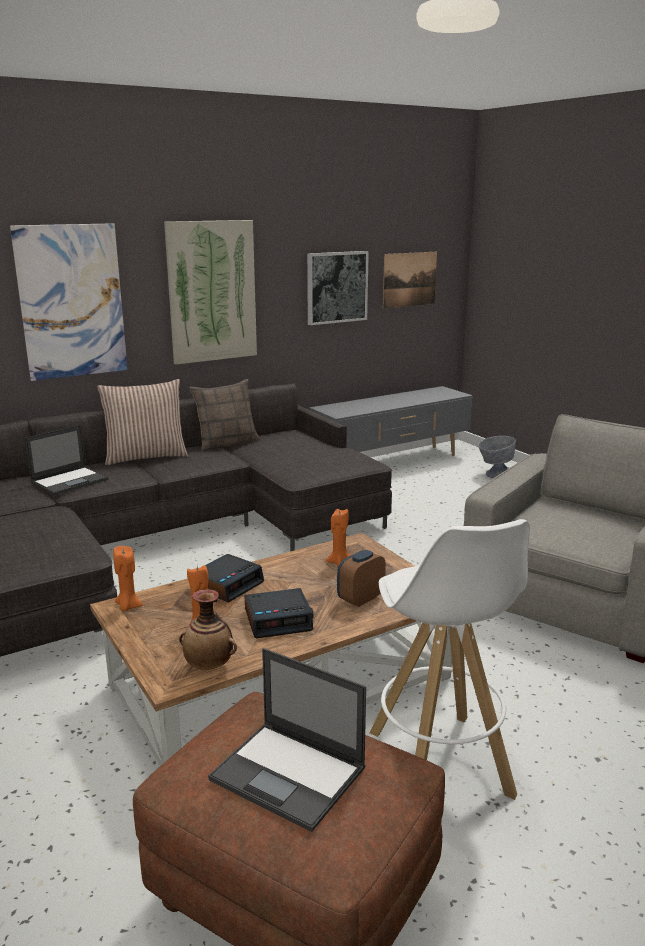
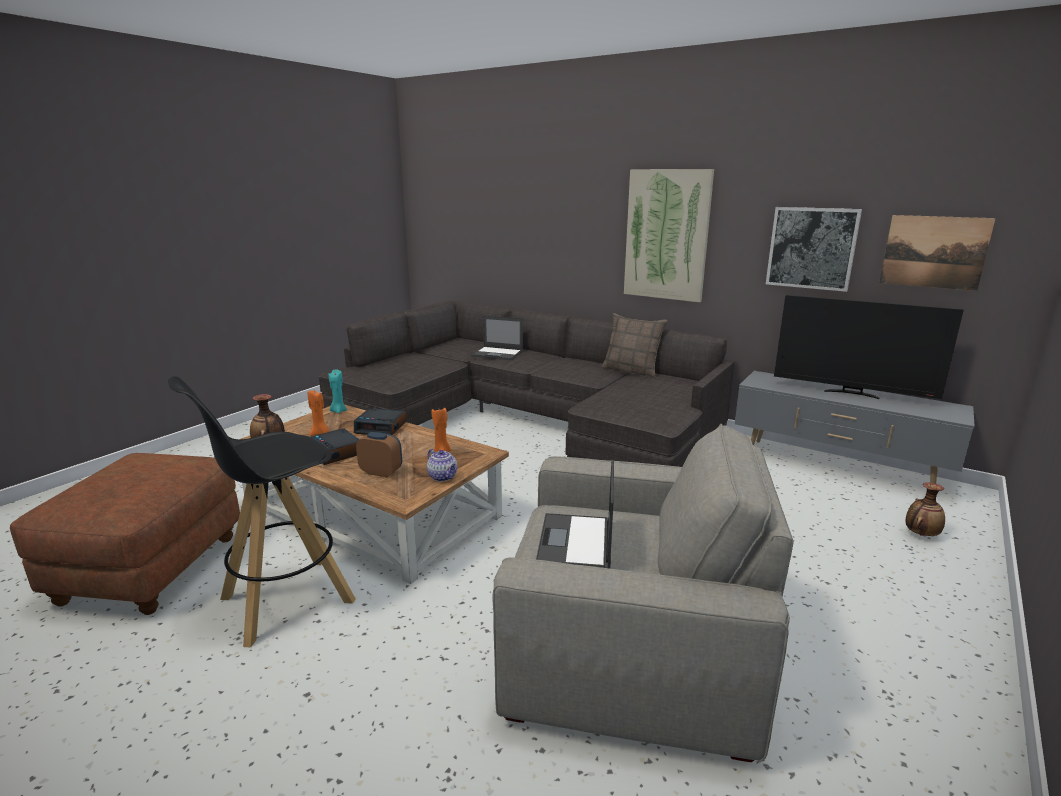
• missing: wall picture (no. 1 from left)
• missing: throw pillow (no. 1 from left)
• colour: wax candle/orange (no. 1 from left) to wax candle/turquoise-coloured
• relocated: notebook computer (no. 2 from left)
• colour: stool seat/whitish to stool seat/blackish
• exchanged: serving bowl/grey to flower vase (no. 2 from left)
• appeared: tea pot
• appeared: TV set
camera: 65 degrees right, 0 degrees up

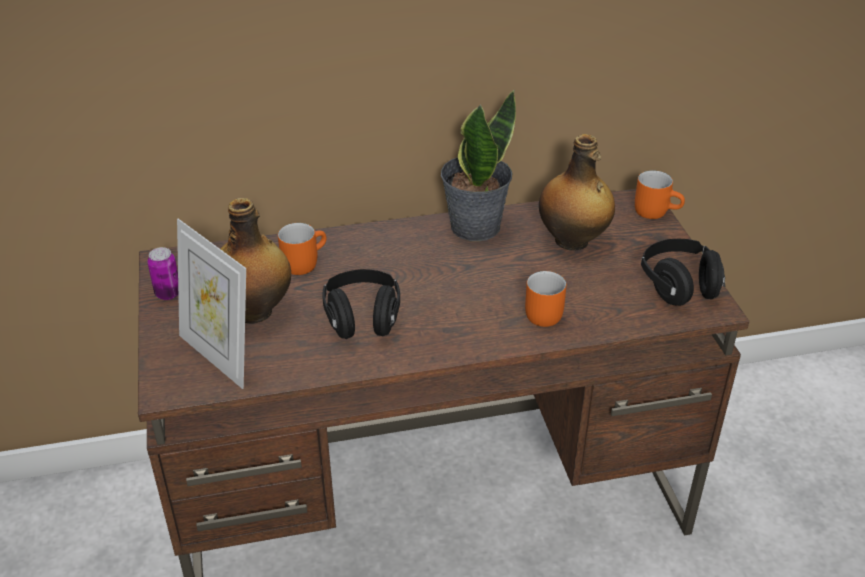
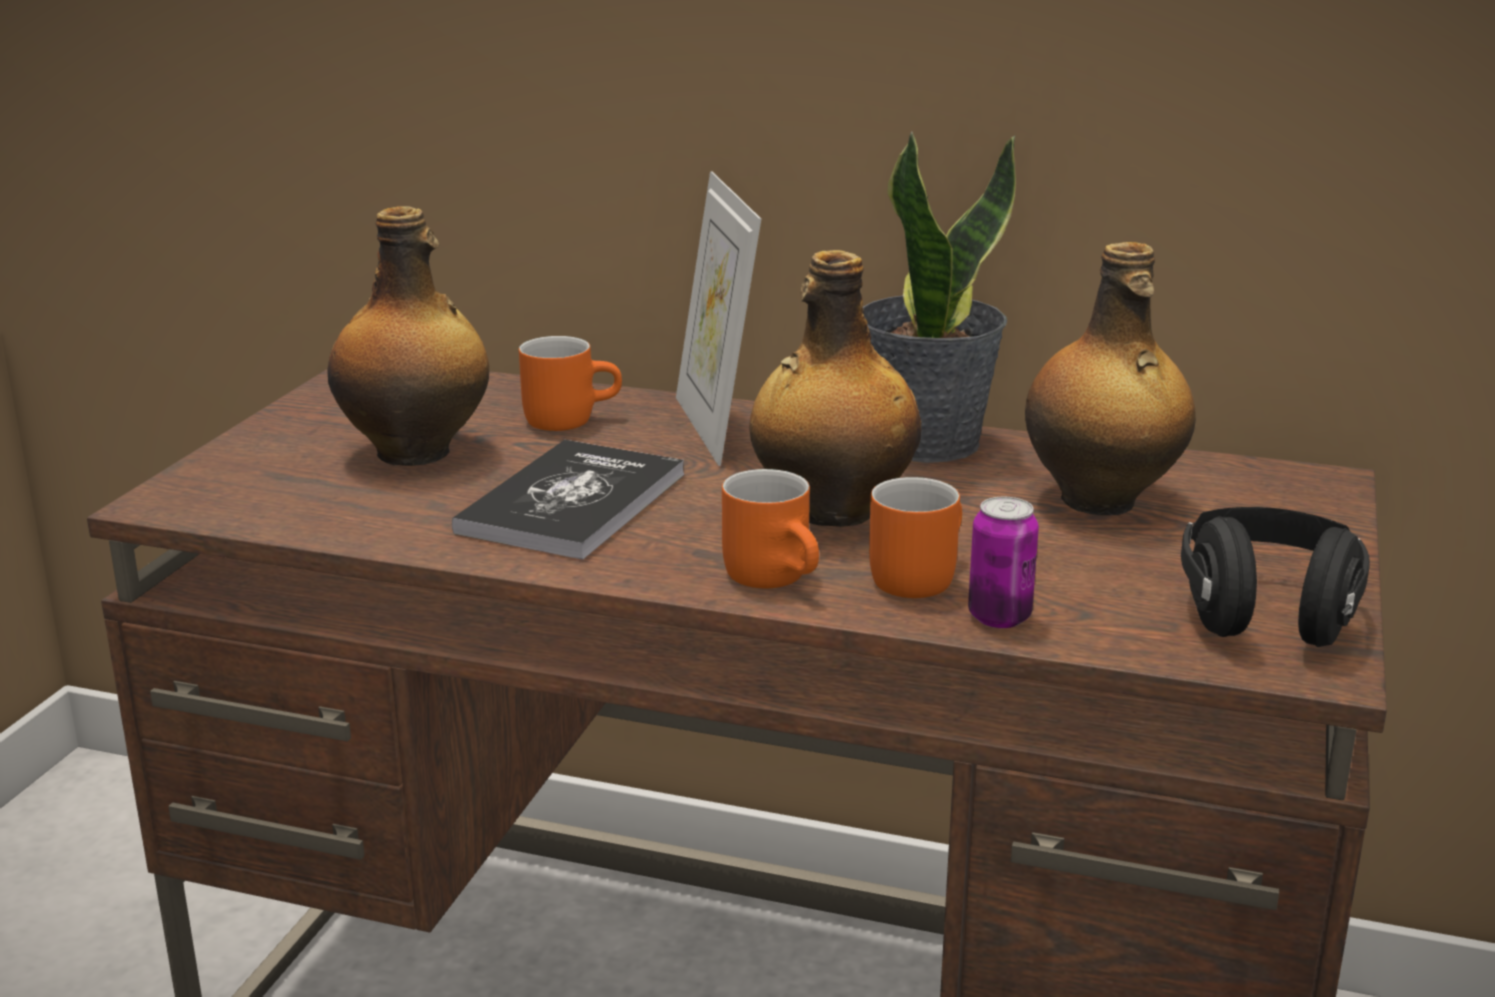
• relocated: sealed can
• relocated: picture frame
• exchanged: headphones/blackish (no. 1 from left) to bound book
• relocated: mug/orange (no. 3 from left in the first image) to mug/orange (no. 2 from left)
• appeared: drink bottle (no. 2 from left)
camera: 30 degrees right, 15 degrees down

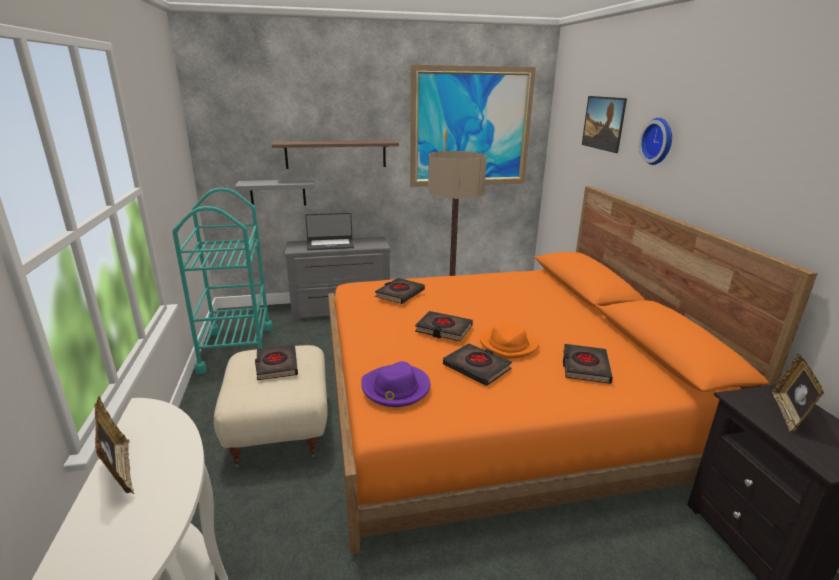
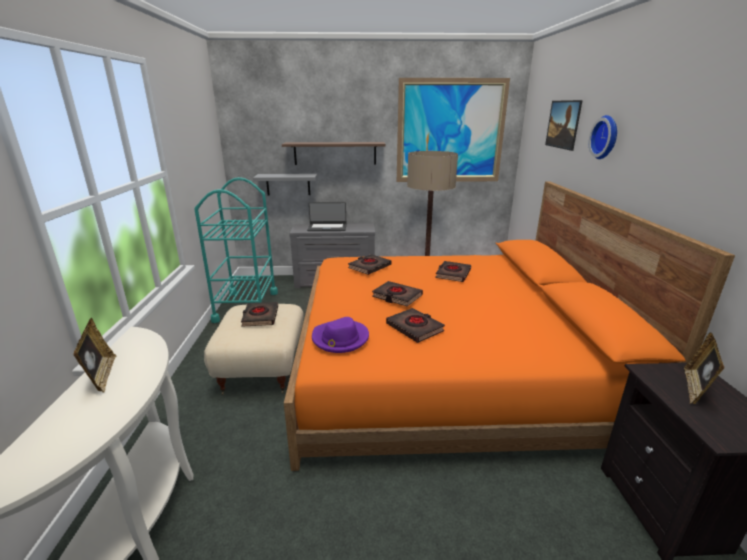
• missing: clothing hat/orange
• relocated: bound book/blackish (no. 5 from left)
camera: 10 degrees right, 0 degrees up

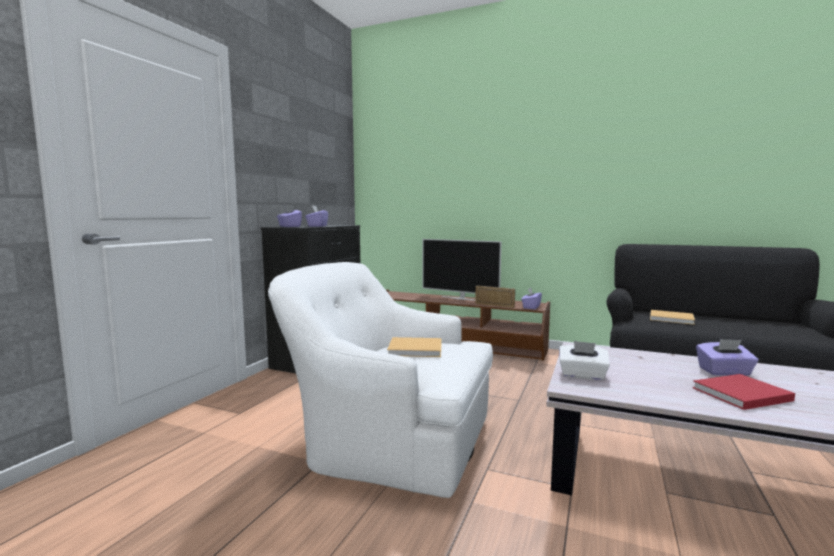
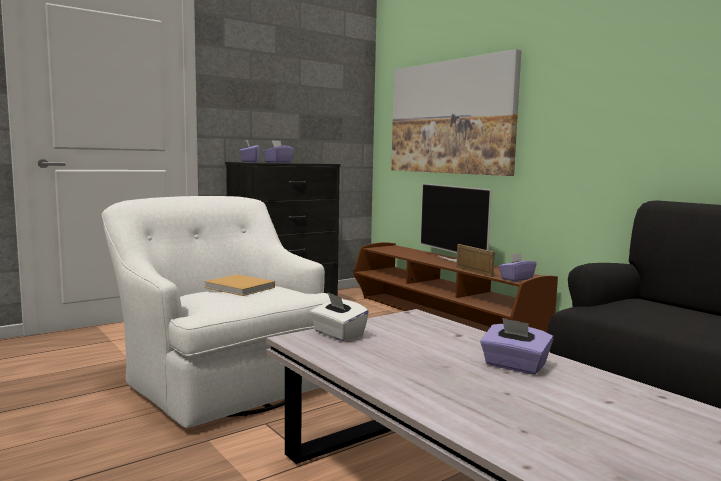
• missing: bound book/beige-coloured (no. 2 from left)
• missing: bound book/red-coloured
• appeared: wall picture
camera: 30 degrees right, 0 degrees up

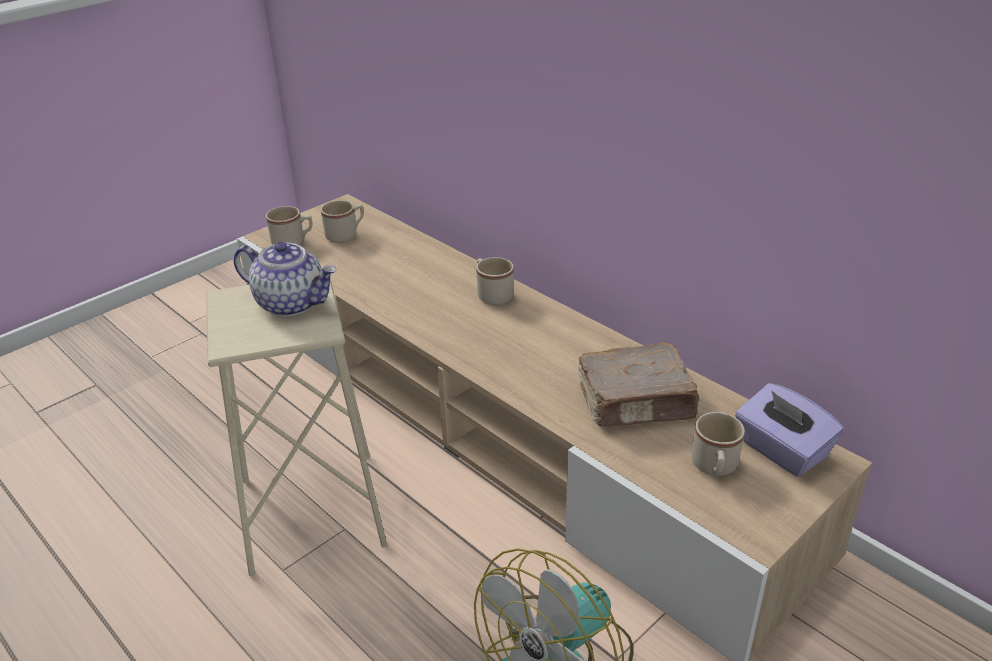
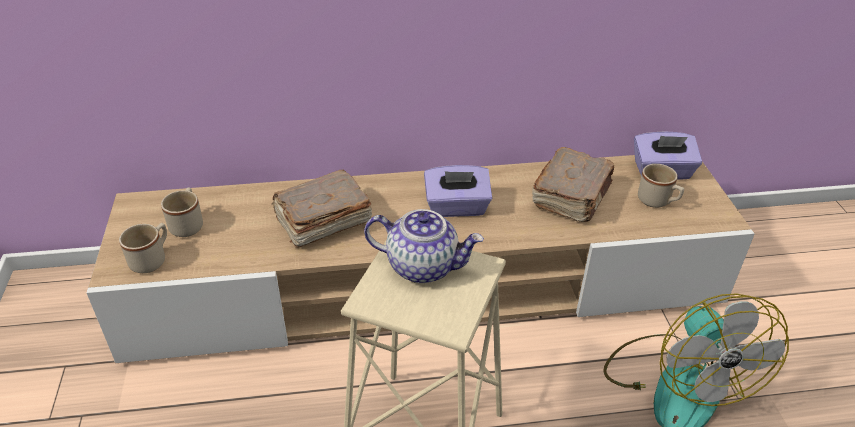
• spun: tea pot 45 degrees clockwise
• missing: mug/beige-coloured (no. 3 from left)
• appeared: bound book/brown (no. 1 from left)
• appeared: tissue box/purple (no. 1 from left)
camera: 55 degrees left, 5 degrees up

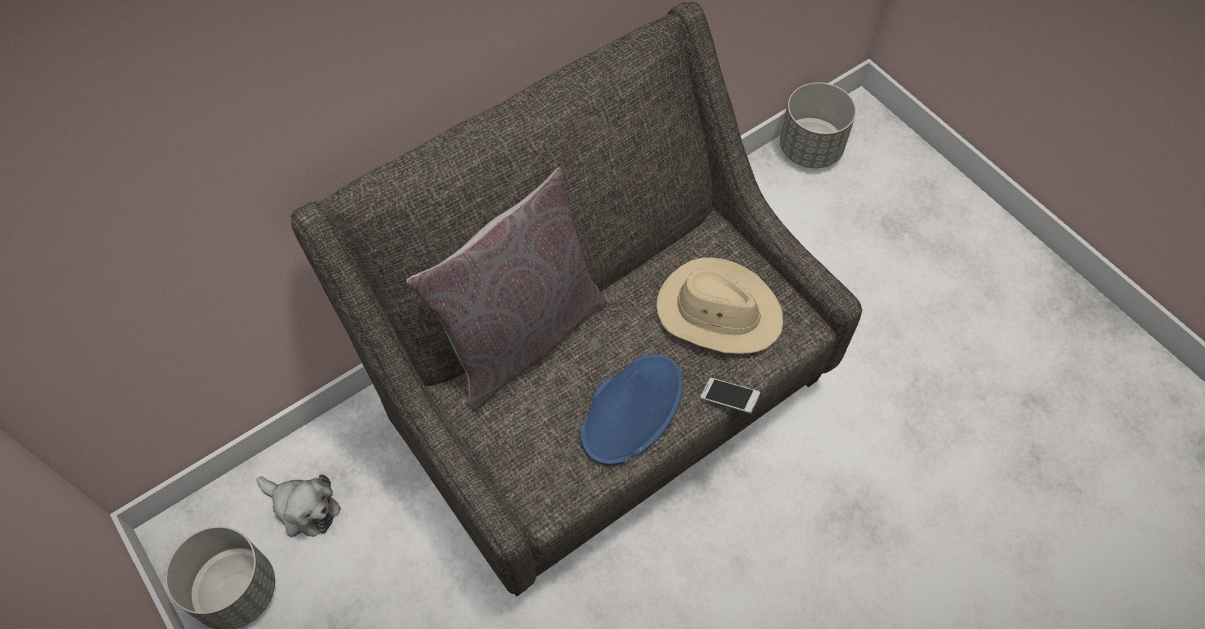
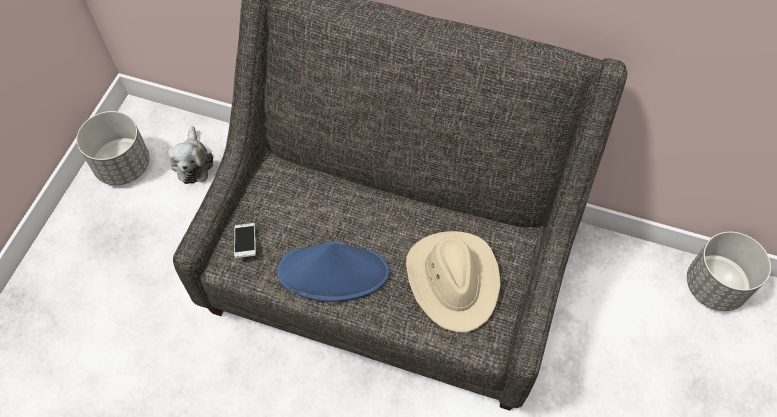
• missing: throw pillow/grey
• relocated: telephone
camera: 55 degrees right, 0 degrees up

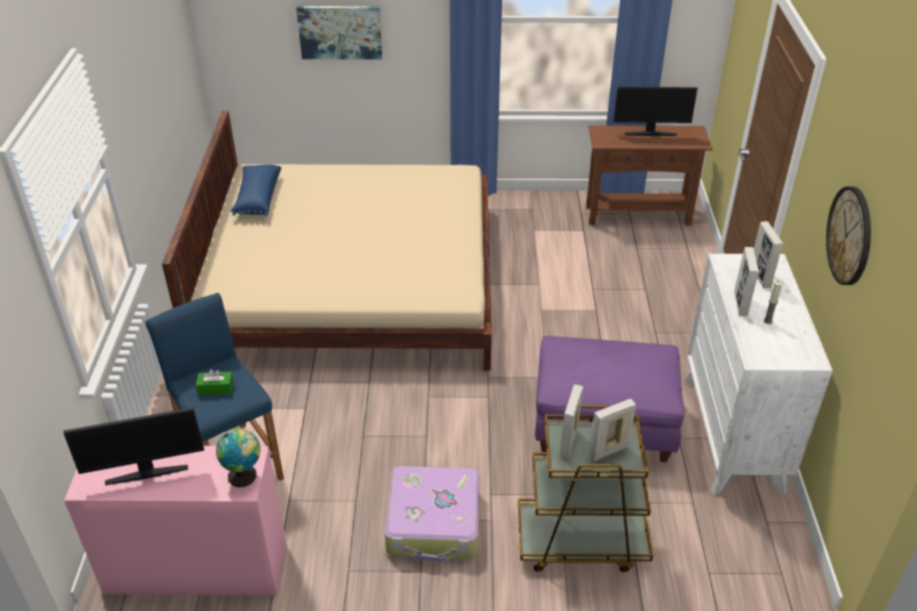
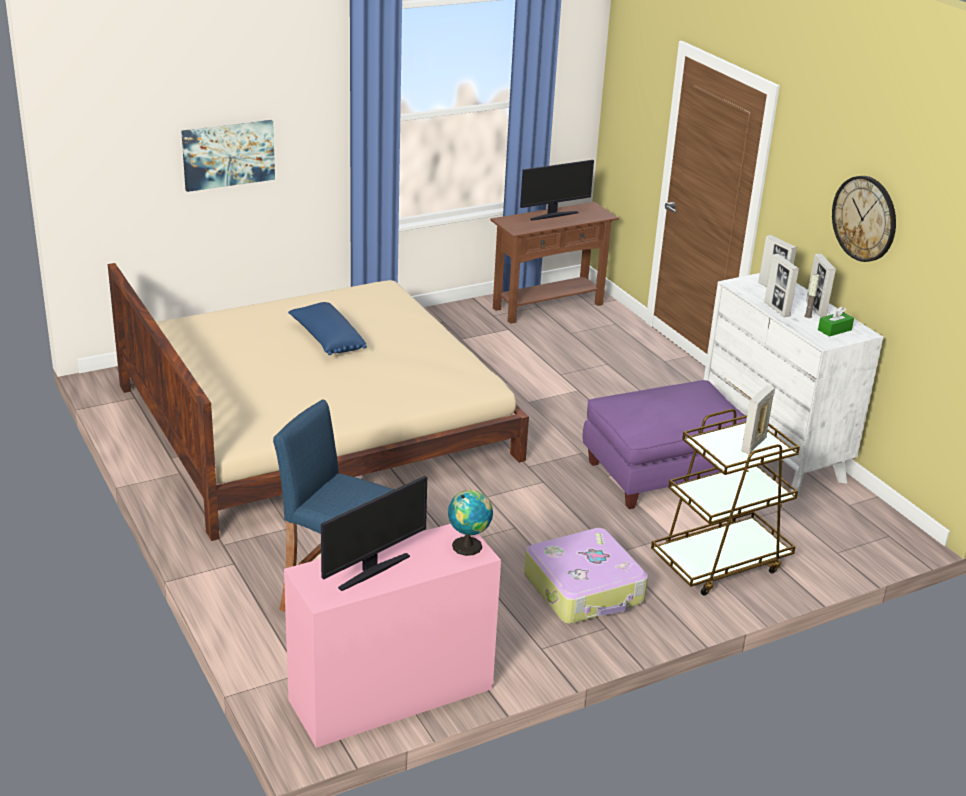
• relocated: tissue box/green-coloured
• relocated: throw pillow/blue
• relocated: picture frame (no. 1 from left in the first image) to picture frame (no. 4 from left)
camera: 30 degrees left, 10 degrees down

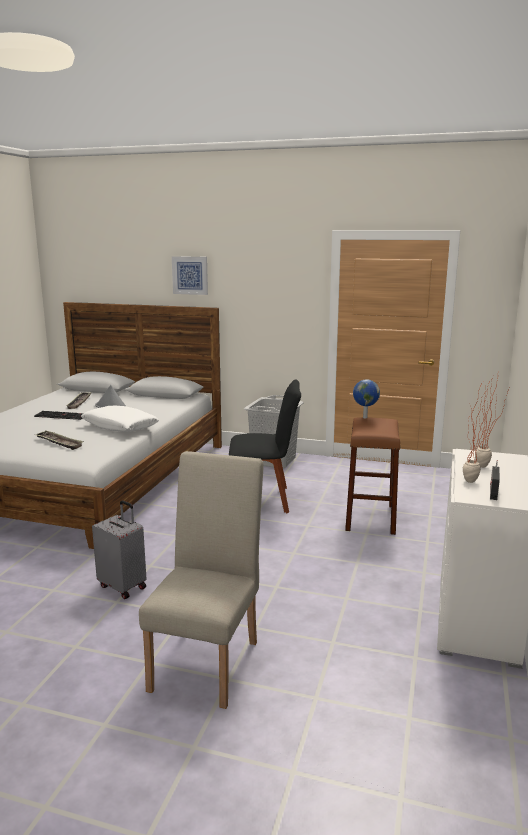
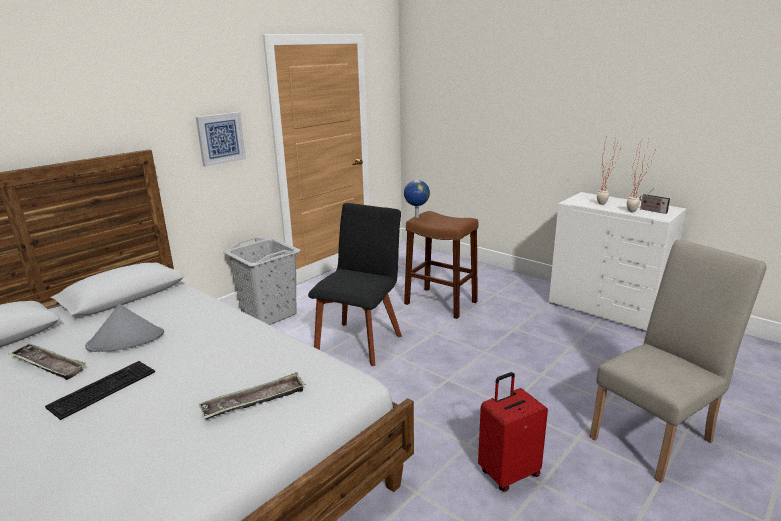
• missing: throw pillow/whitish
• colour: piece of luggage/grey to piece of luggage/red-coloured
• spun: chair/beige-coloured 105 degrees clockwise
• relocated: wall picture
camera: 65 degrees left, 5 degrees up

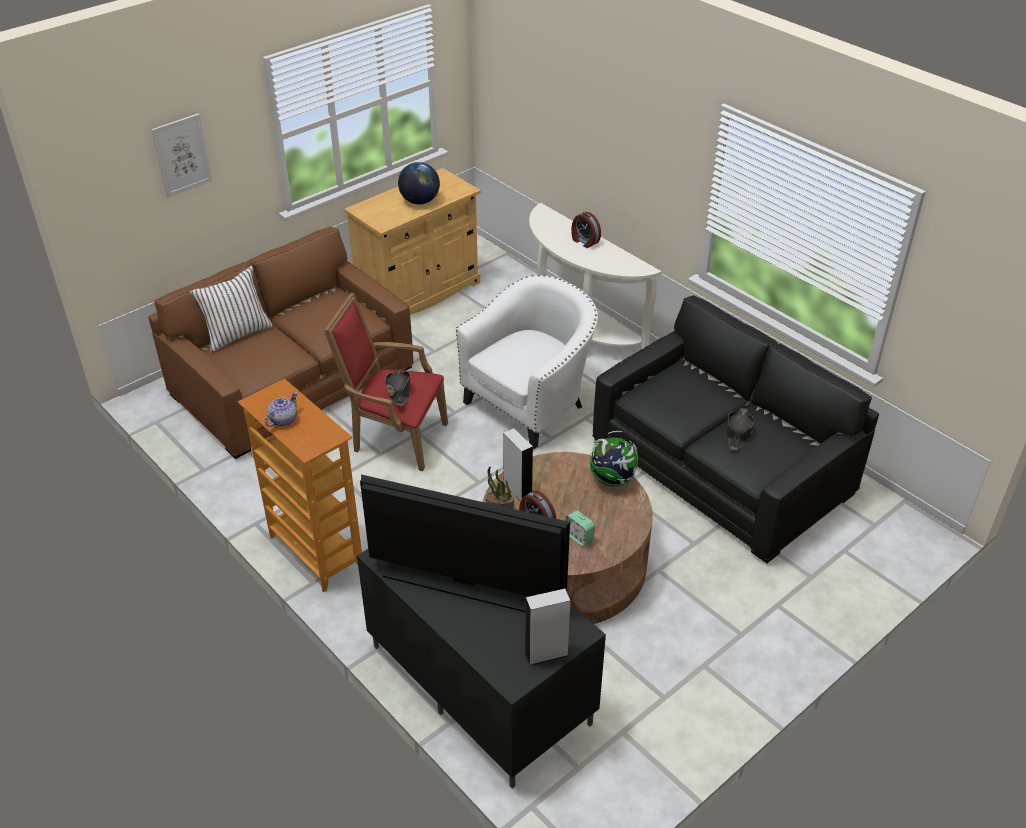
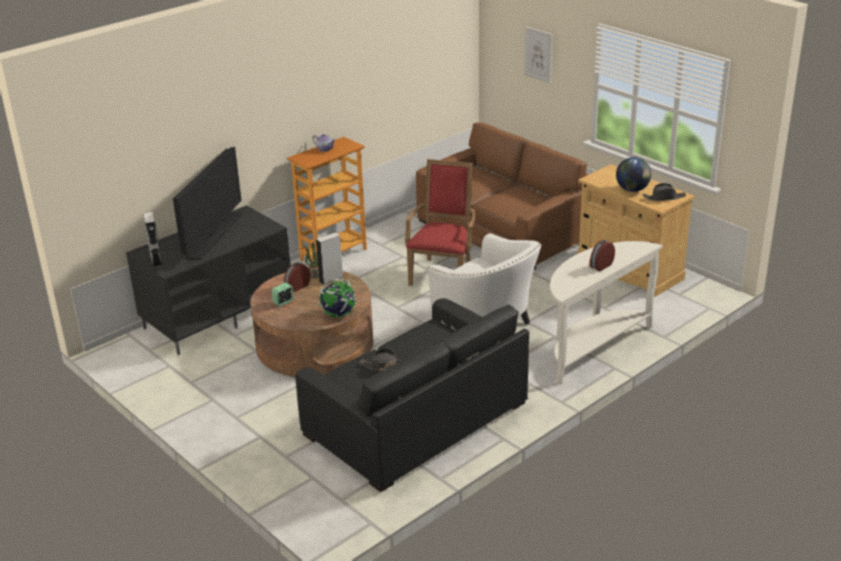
• missing: throw pillow/whitish
• relocated: clothing hat/blackish (no. 1 from left in the first image) to clothing hat/blackish (no. 2 from left)
camera: 90 degrees right, 10 degrees down

